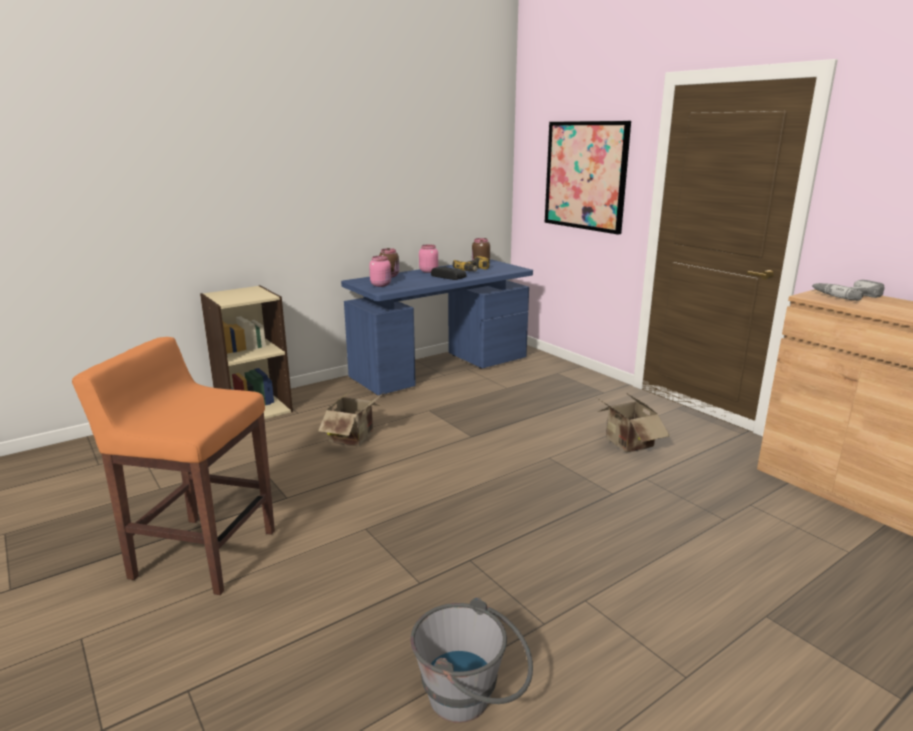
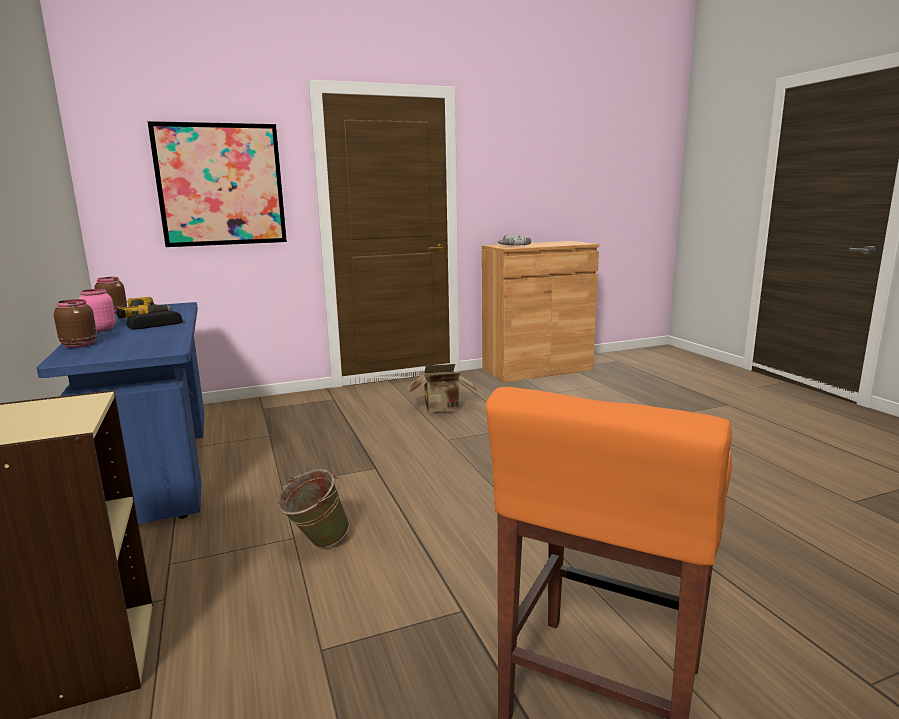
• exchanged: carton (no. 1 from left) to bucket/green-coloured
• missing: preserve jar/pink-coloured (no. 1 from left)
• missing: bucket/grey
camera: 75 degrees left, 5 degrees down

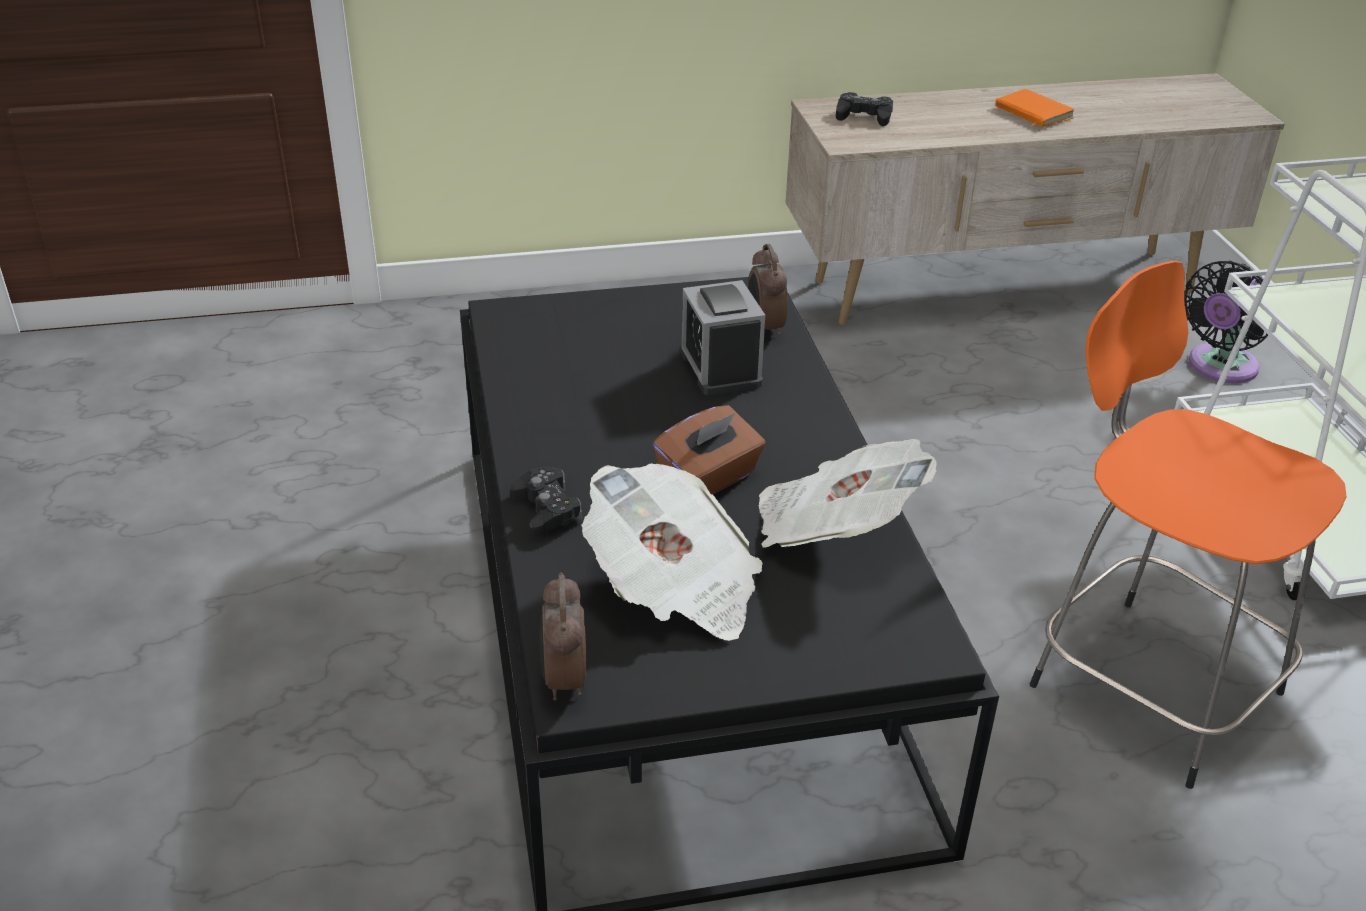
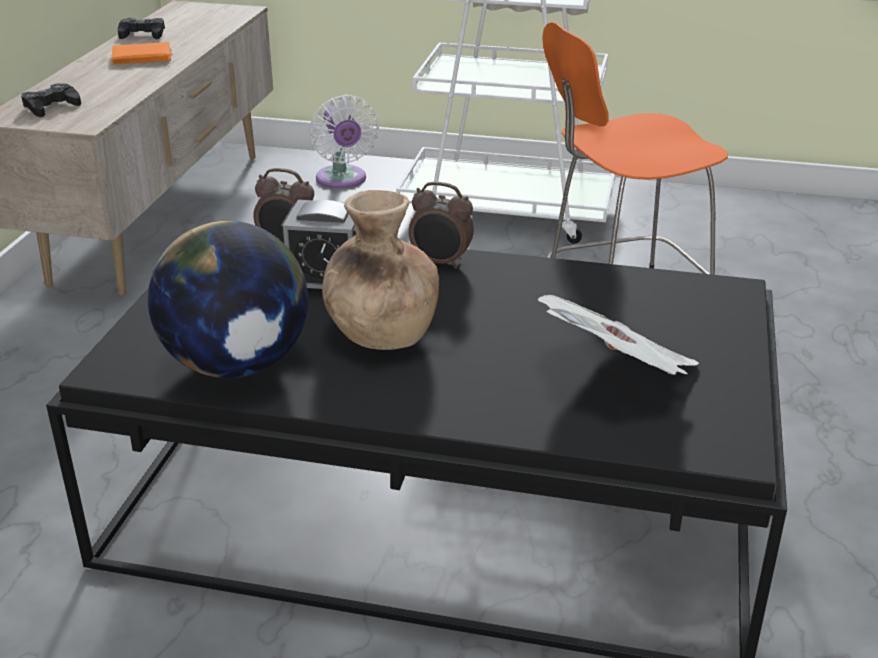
• relocated: gamepad/blackish (no. 1 from left in the first image) to gamepad/blackish (no. 2 from left)
• relocated: alarm clock (no. 1 from left in the first image) to alarm clock (no. 3 from left)
• missing: tissue box/brown
• missing: printed paper (no. 2 from left)
• colour: fan/blackish to fan/whitish
• appeared: globe
• appeared: flower vase/brown
camera: 65 degrees left, 5 degrees down

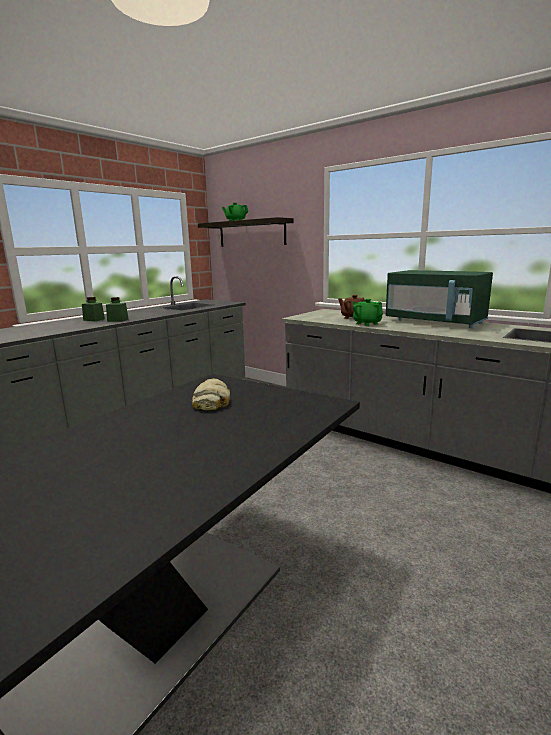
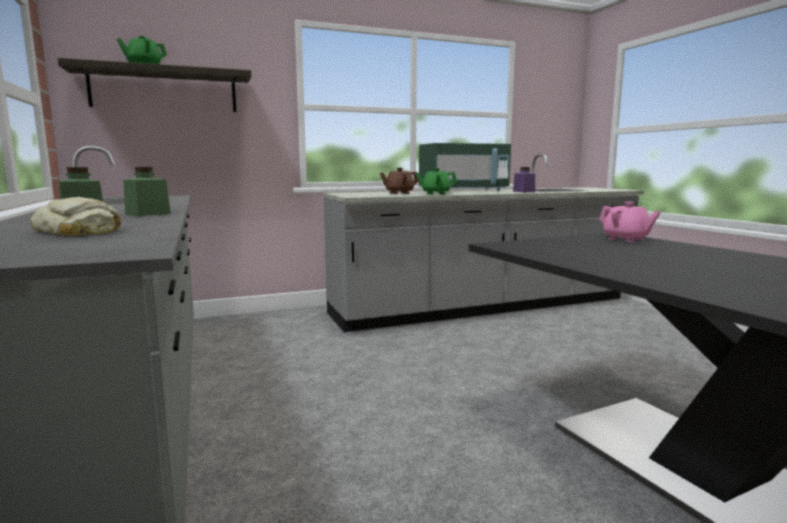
• relocated: bakery bread
• appeared: preserve jar/purple
• appeared: tea pot/pink-coloured
camera: 60 degrees left, 5 degrees down

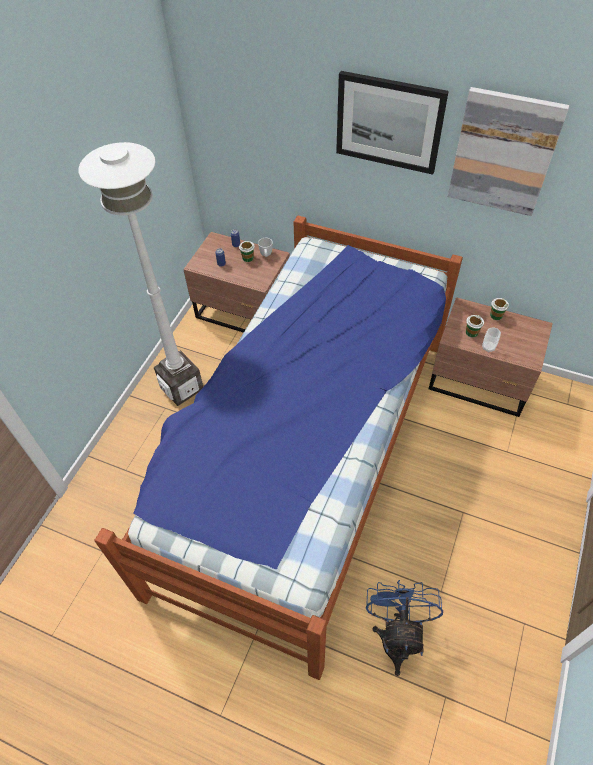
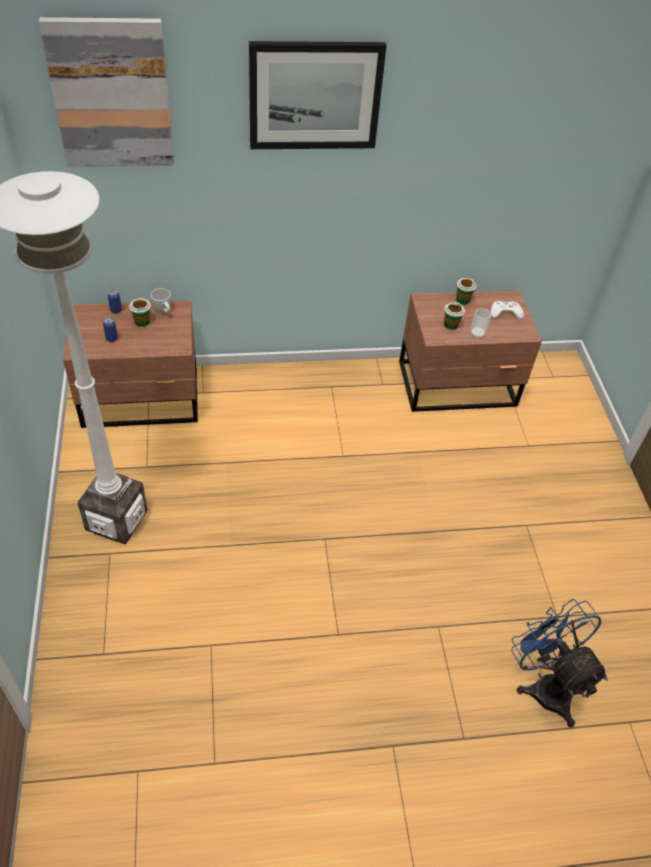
• missing: sleeping bed
• relocated: wall picture (no. 2 from left in the first image) to wall picture (no. 1 from left)
• appeared: gamepad/whitish
camera: 35 degrees left, 5 degrees down

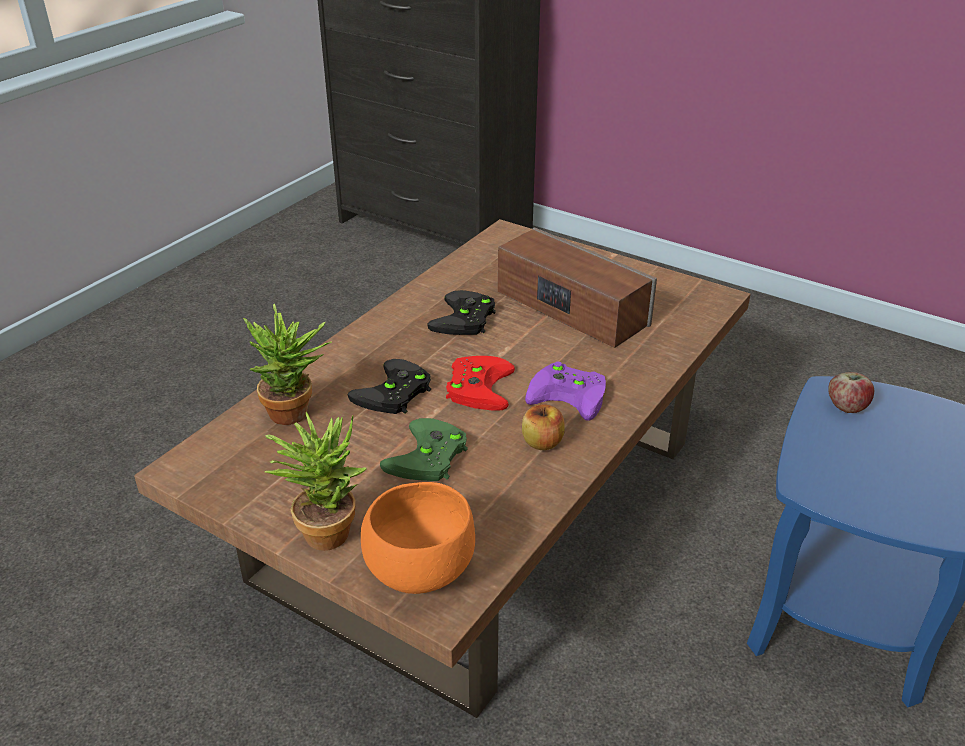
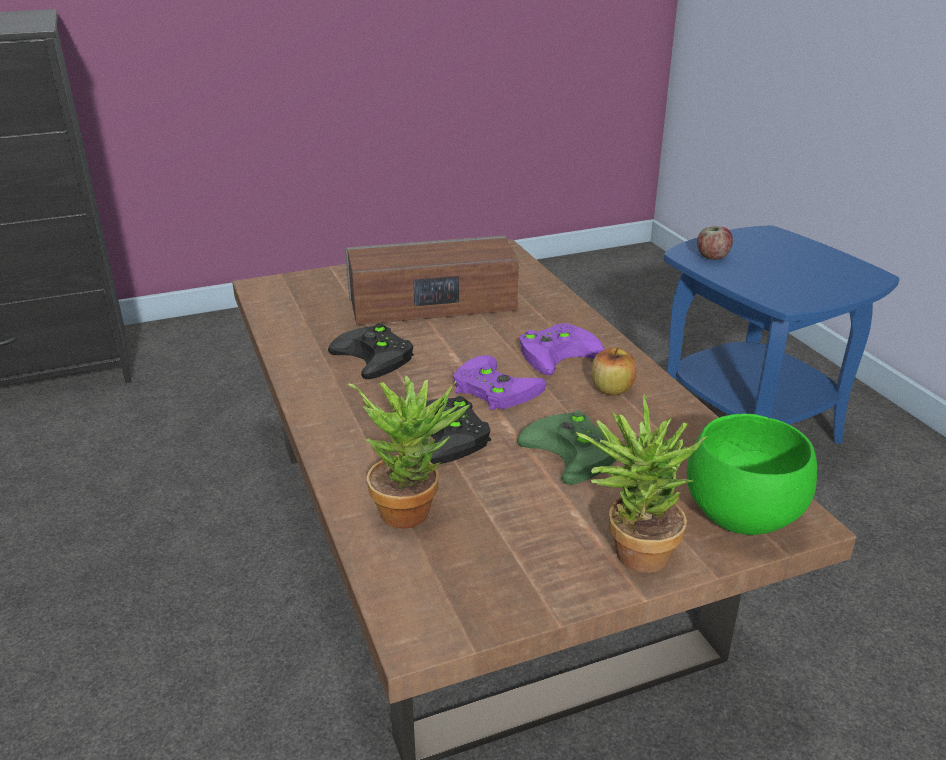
• colour: serving bowl/orange to serving bowl/green-coloured
• colour: gamepad/red-coloured to gamepad/purple (no. 1 from left)
camera: 55 degrees left, 5 degrees down

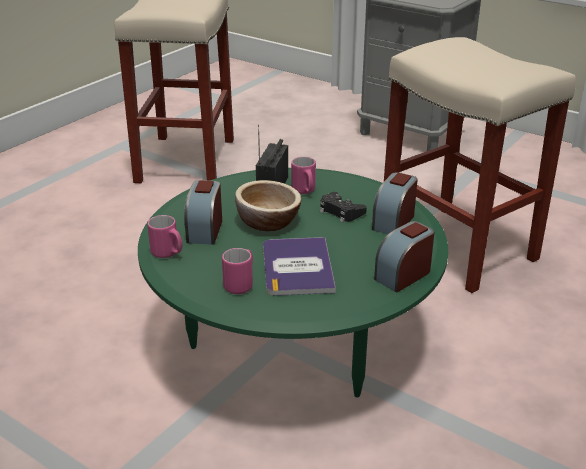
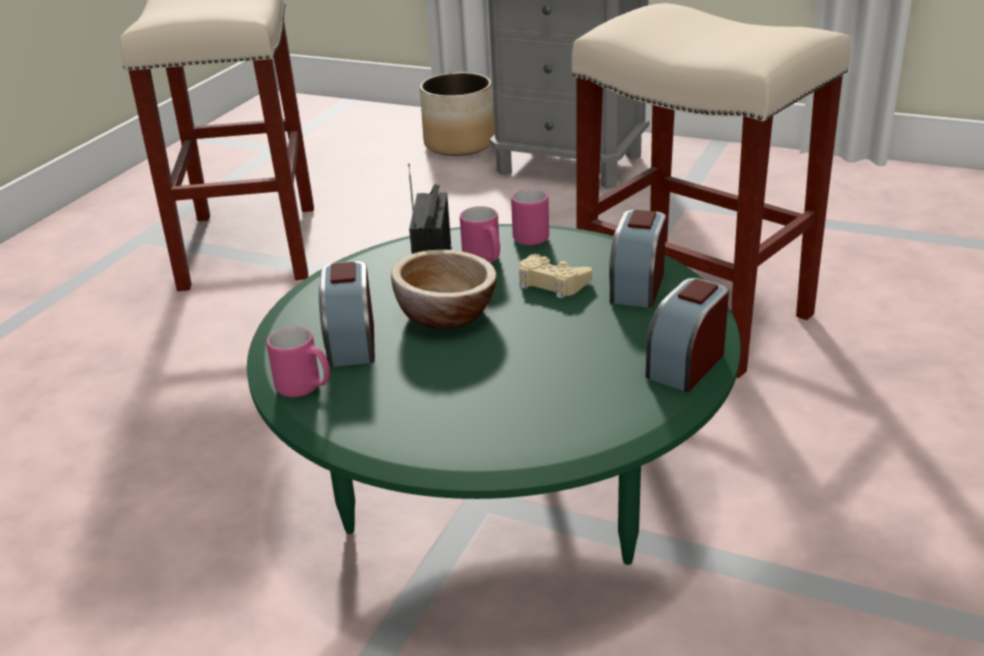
• relocated: mug/pink-coloured (no. 2 from left in the first image) to mug/pink-coloured (no. 3 from left)
• missing: bound book
• colour: gamepad/blackish to gamepad/beige-coloured
• appeared: plant pot
camera: 10 degrees left, 0 degrees up

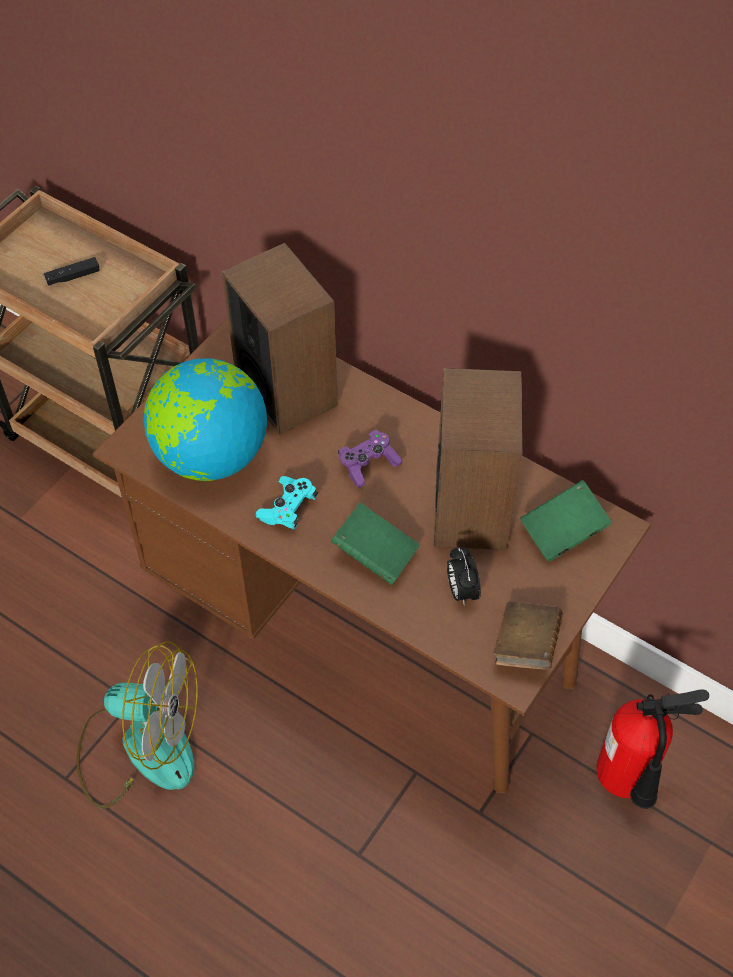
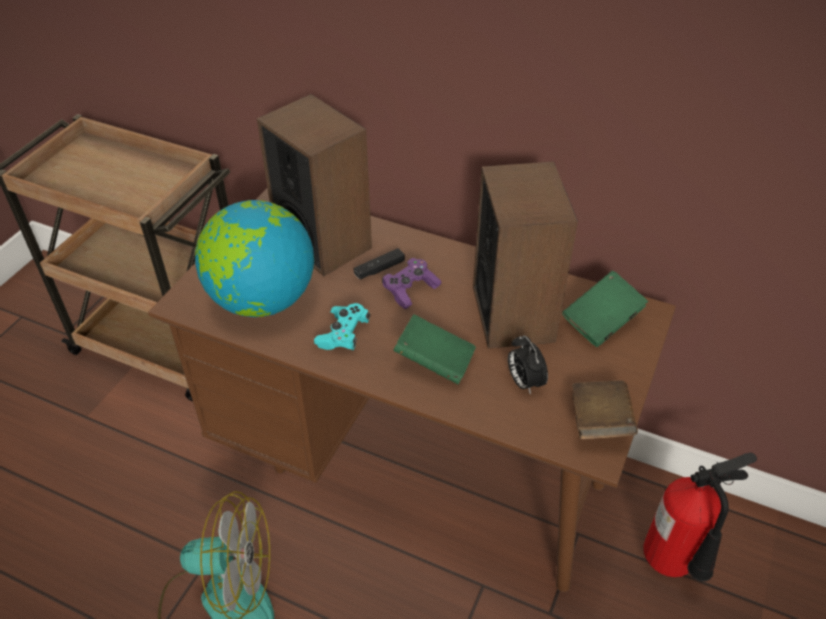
• relocated: gamepad/blackish
camera: 10 degrees left, 10 degrees down

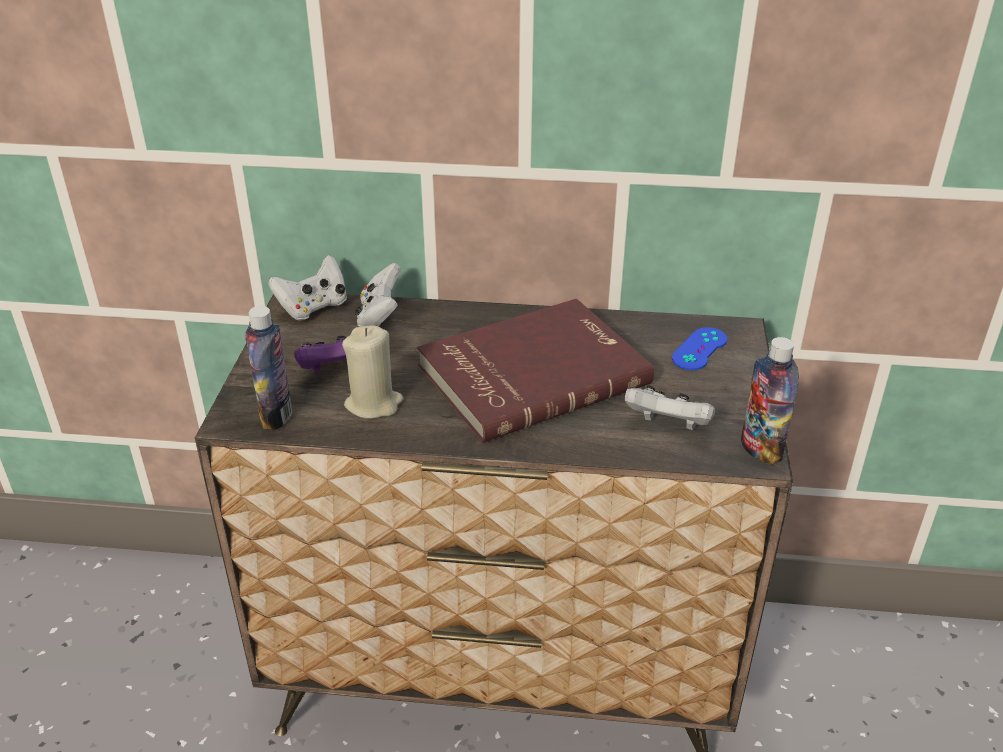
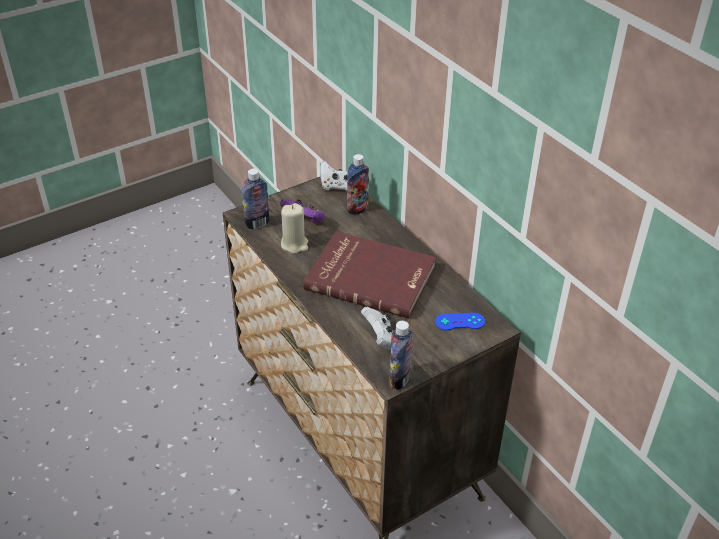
• exchanged: gamepad/whitish (no. 2 from left) to drink bottle (no. 2 from left)
camera: 50 degrees right, 5 degrees up

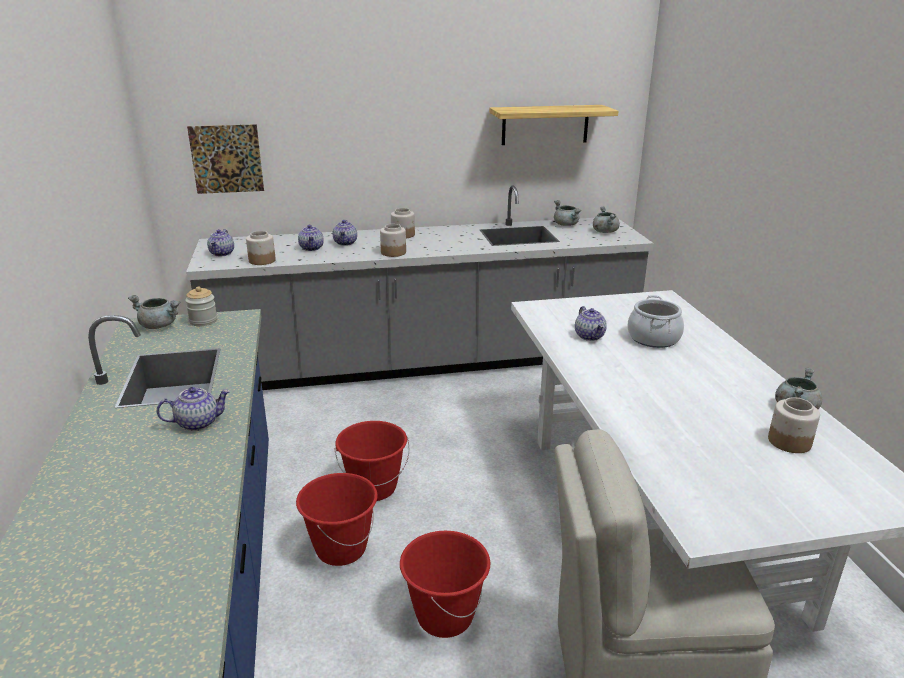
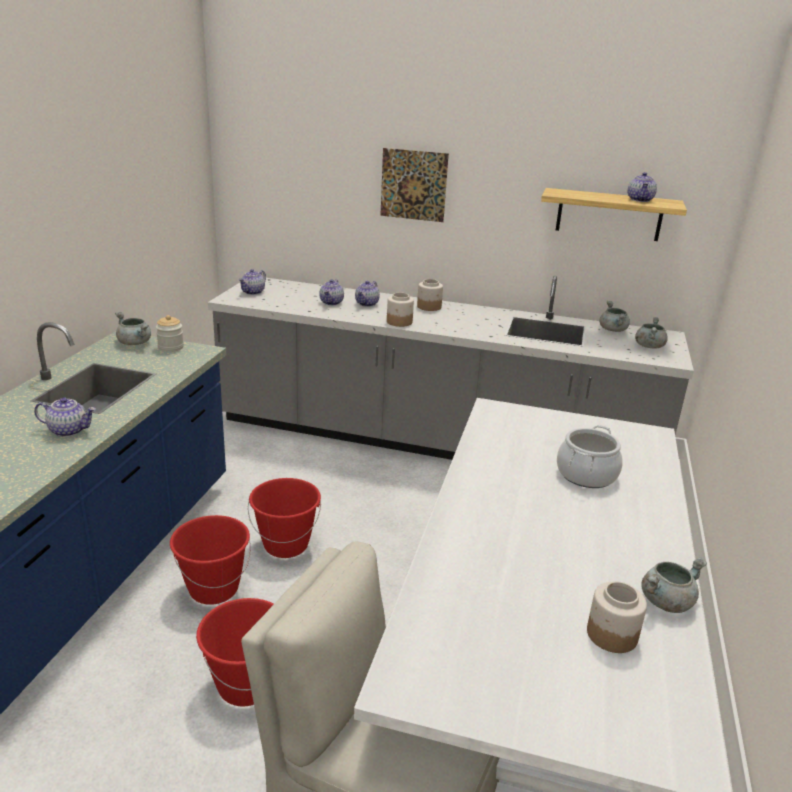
• relocated: wall picture
• missing: preserve jar (no. 2 from left)
• relocated: tea pot (no. 5 from left)
camera: 25 degrees right, 0 degrees up

